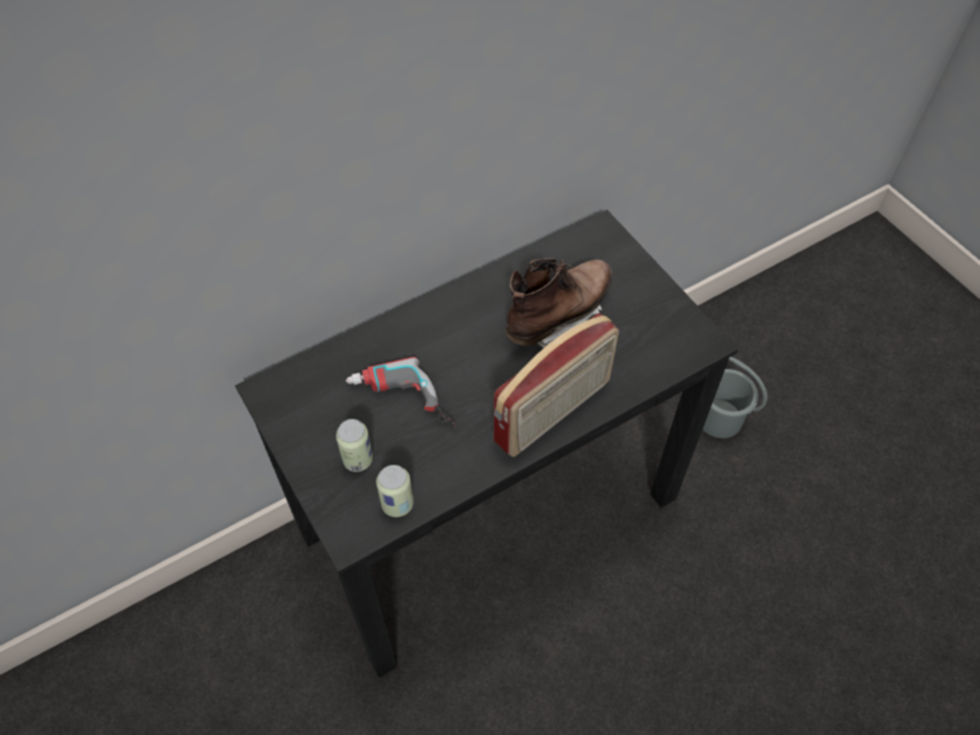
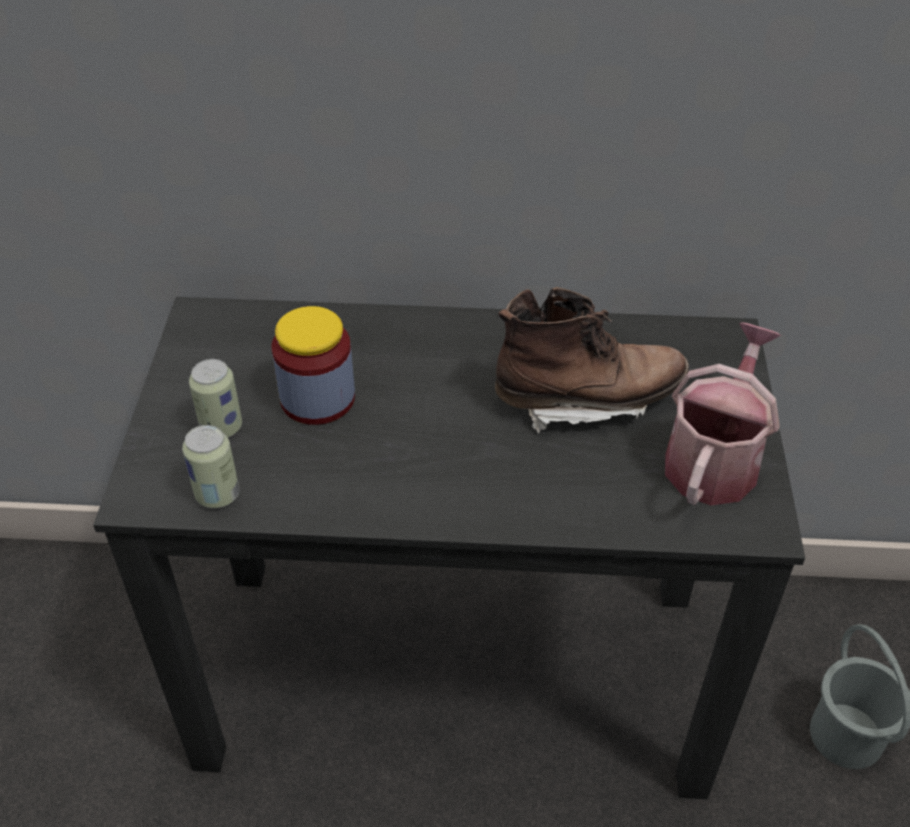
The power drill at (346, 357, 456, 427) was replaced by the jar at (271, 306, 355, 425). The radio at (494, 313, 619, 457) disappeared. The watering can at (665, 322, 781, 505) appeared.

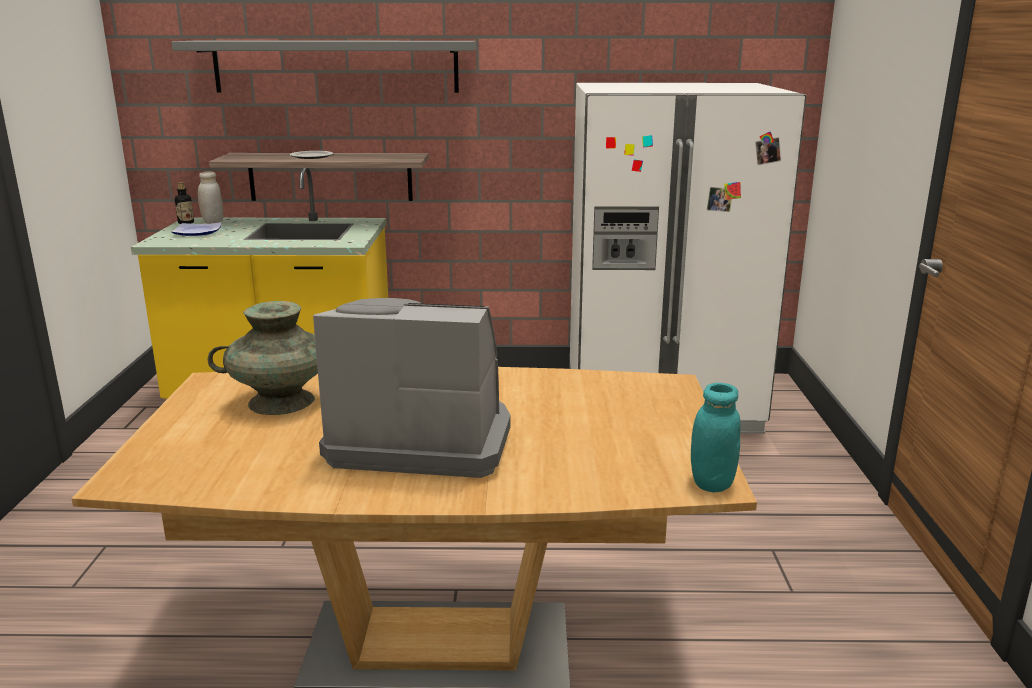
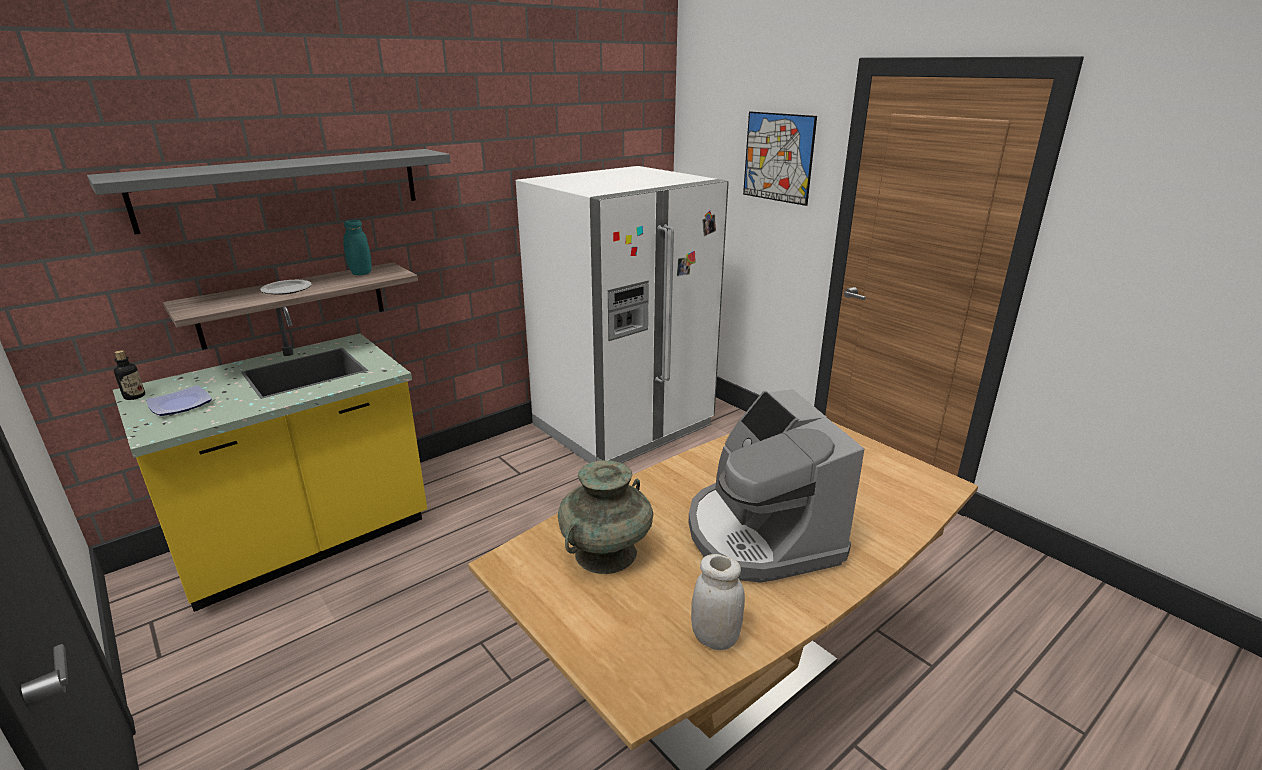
The jar (white) moved from (198, 171, 224, 224) to (691, 554, 745, 650). The coffee machine at (313, 298, 510, 478) turned 75 degrees counterclockwise. The jar (turquoise) moved from (691, 383, 741, 492) to (343, 220, 372, 275). The picture at (743, 112, 817, 206) appeared.

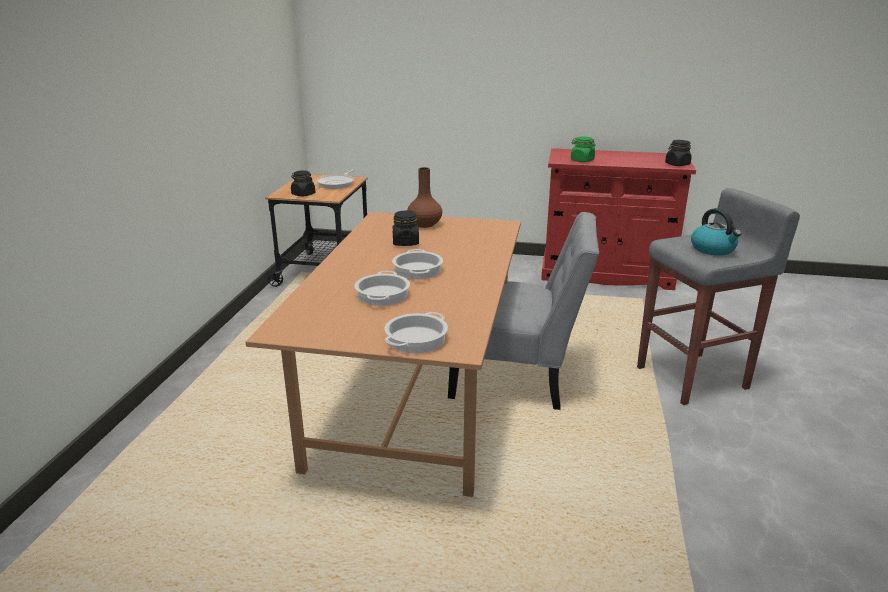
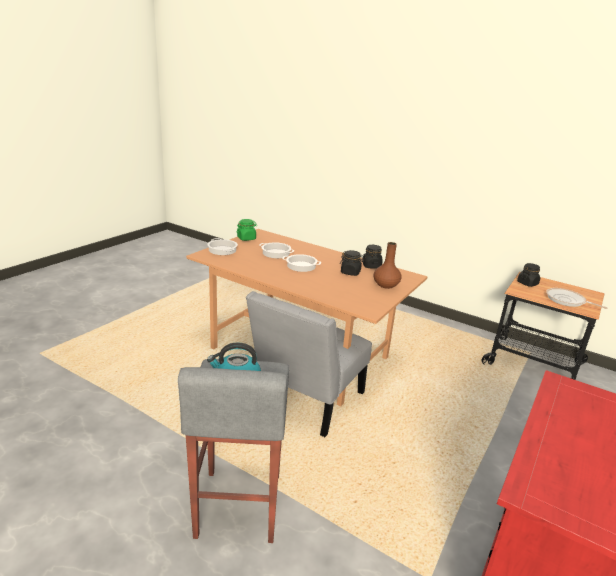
The jar (green) moved from (571, 136, 595, 162) to (237, 219, 257, 241). The jar (black) moved from (665, 140, 692, 166) to (362, 245, 382, 269).

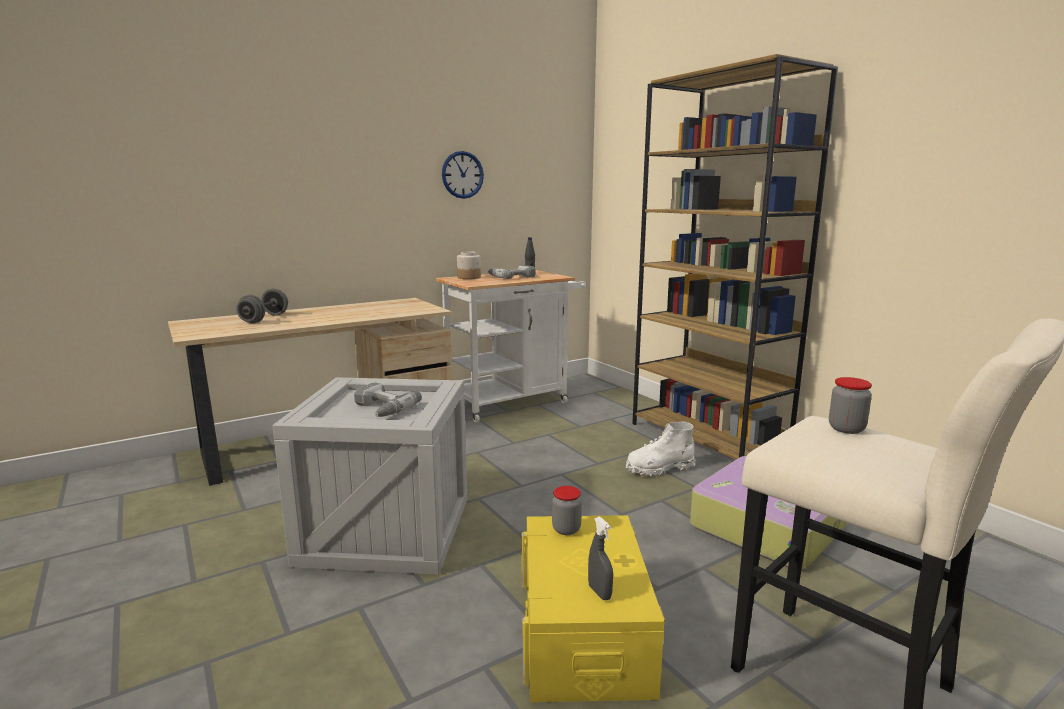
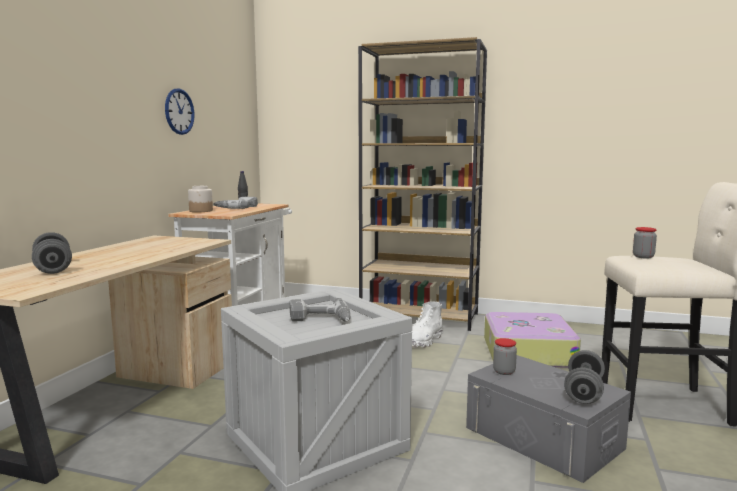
The storage box (yellow) at (521, 515, 666, 702) became the storage box (grey) at (466, 355, 631, 483). The spray bottle (grey) at (588, 517, 613, 600) was replaced by the dumbbell (grey) at (564, 350, 605, 404).

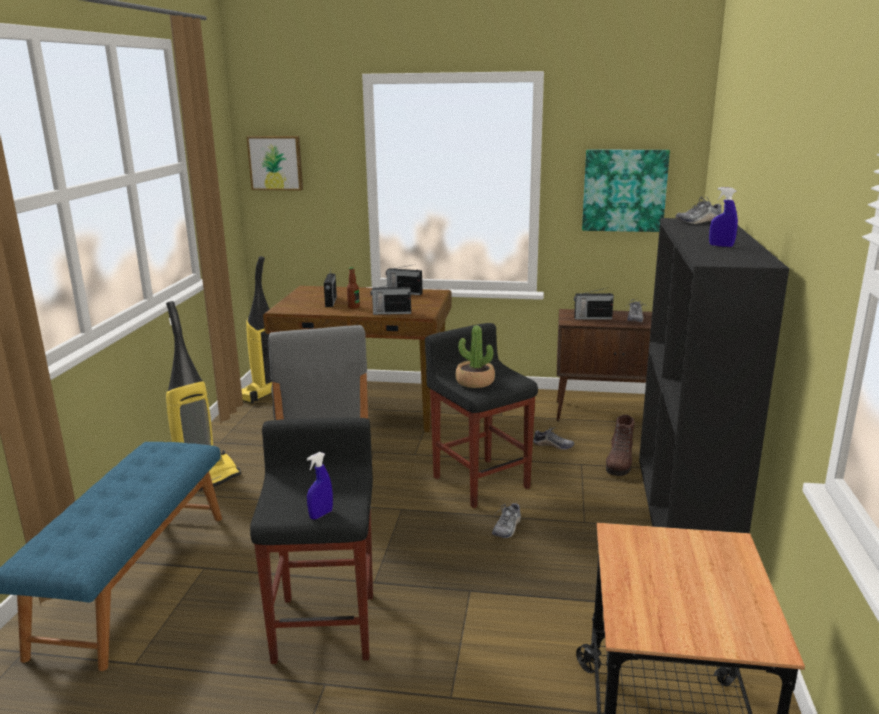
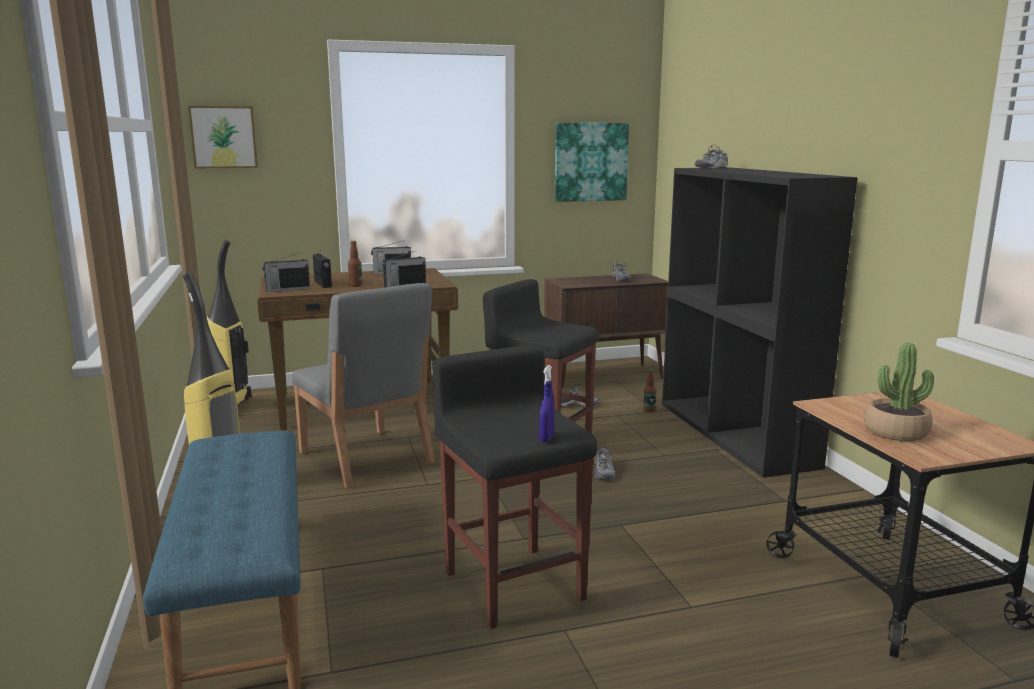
The potted plant moved from (455, 325, 495, 388) to (864, 343, 934, 441). The radio moved from (574, 288, 614, 320) to (262, 253, 310, 292). The boot (brown) at (606, 414, 635, 476) was replaced by the bottle at (643, 369, 657, 412). The spray bottle (blue) at (709, 187, 738, 247) disappeared.

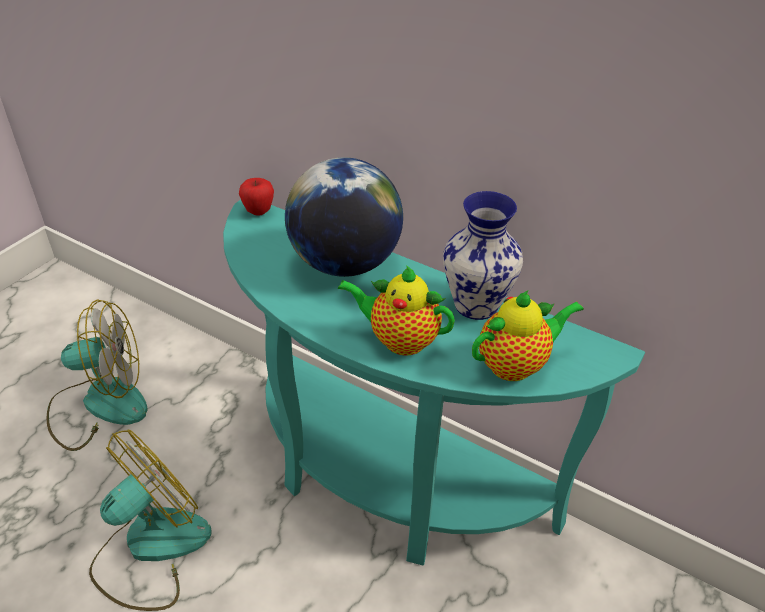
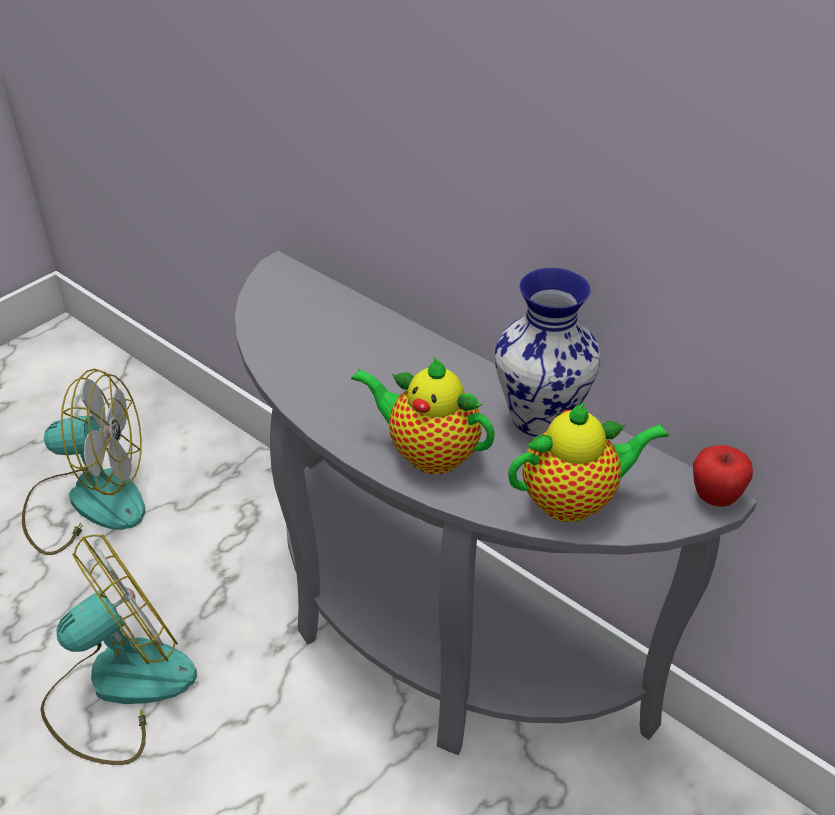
The console table (turquoise) at (223, 200, 645, 566) became the console table (grey) at (234, 251, 757, 755). The apple moved from (239, 178, 274, 216) to (693, 445, 753, 507). The globe at (285, 157, 403, 277) disappeared.

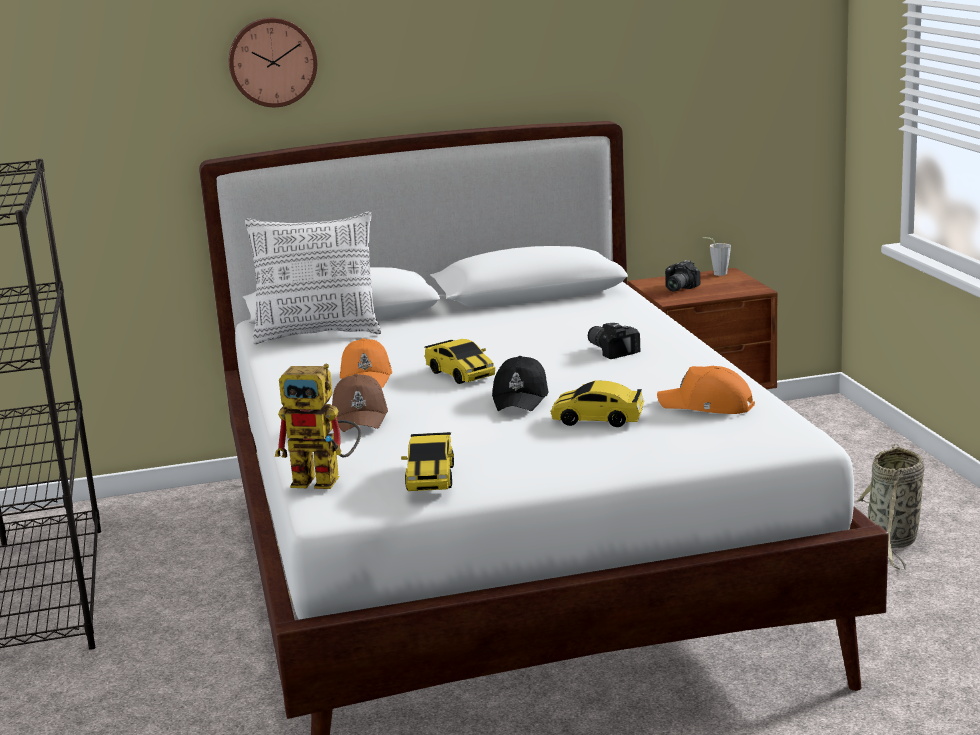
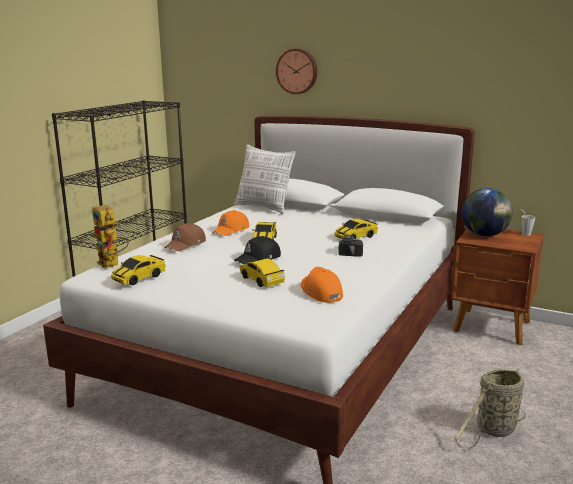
The photo camera at (665, 260, 700, 292) was replaced by the globe at (462, 188, 513, 237). The toy car at (334, 219, 378, 239) appeared.

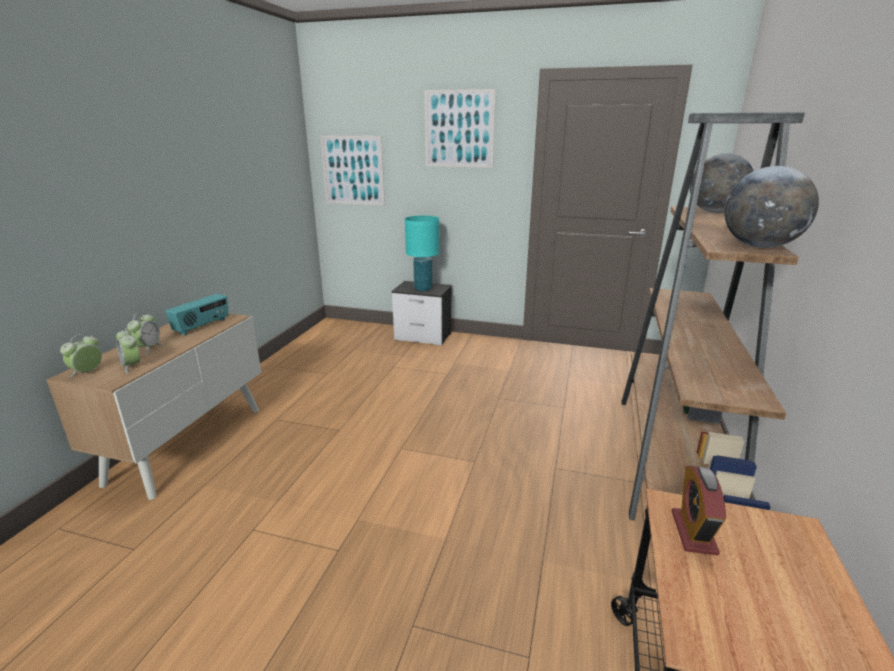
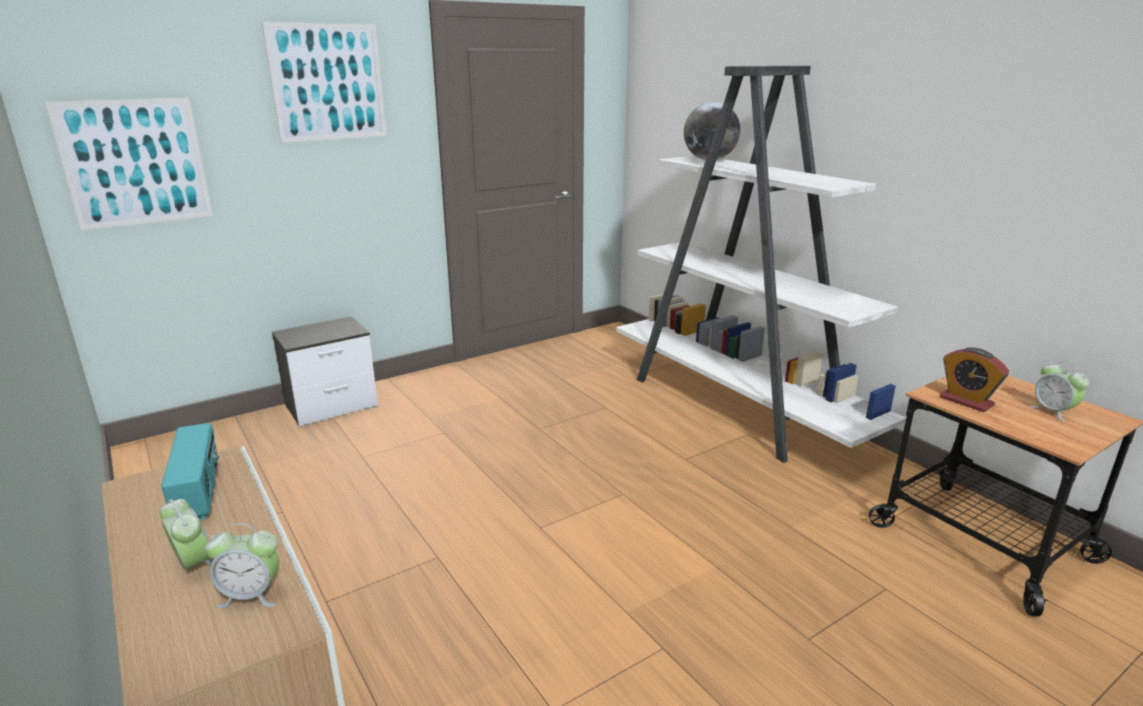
The alarm clock moved from (60, 334, 102, 377) to (1029, 361, 1089, 422). The table lamp (turquoise) at (405, 215, 439, 291) disappeared. The bookcase (brown) at (622, 113, 805, 520) became the bookcase (white) at (616, 66, 906, 463). The globe at (724, 166, 819, 248) disappeared.

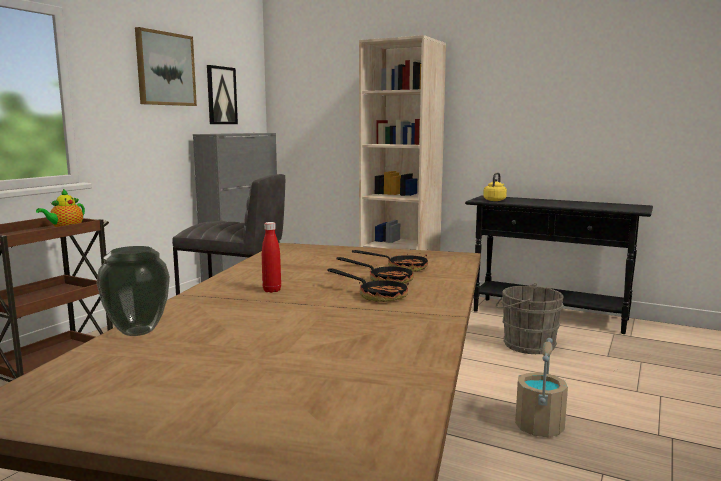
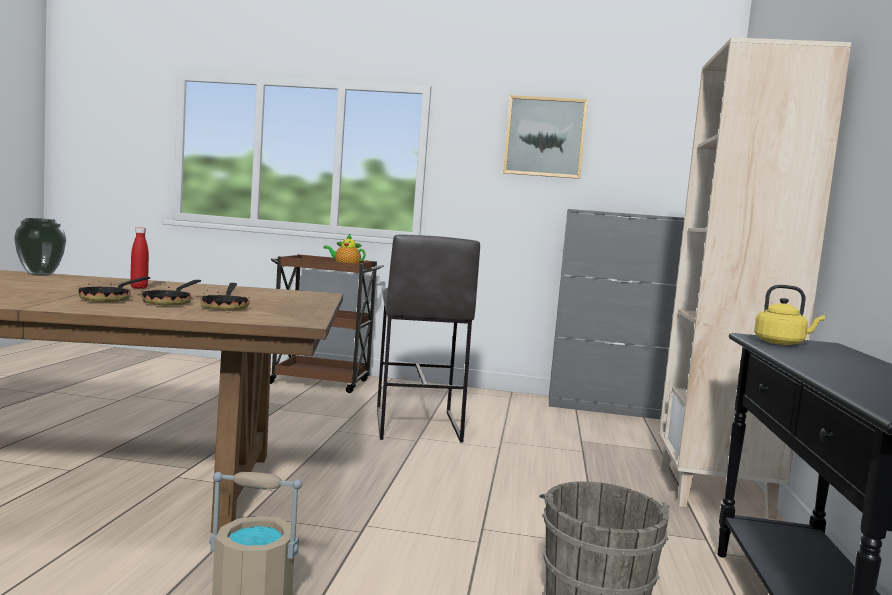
The picture at (207, 65, 238, 124) disappeared.

